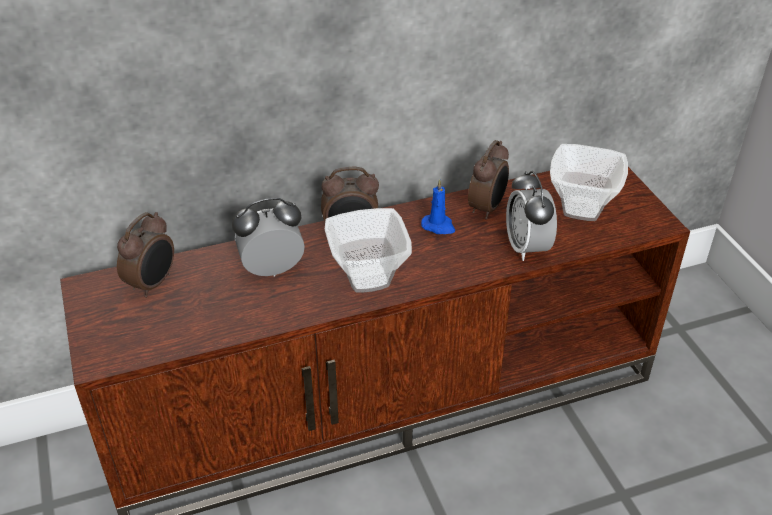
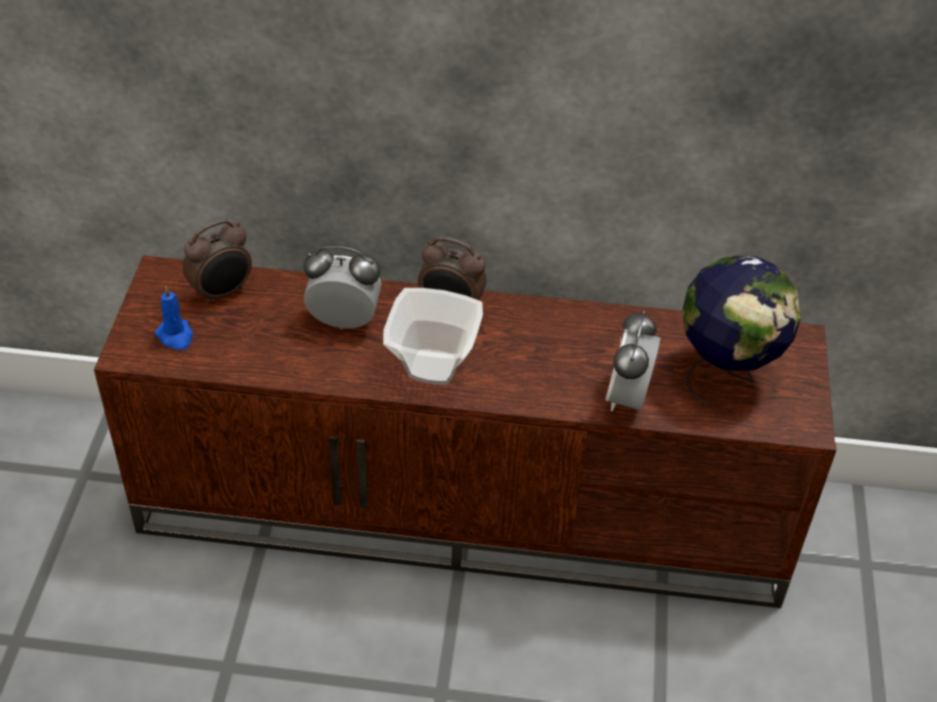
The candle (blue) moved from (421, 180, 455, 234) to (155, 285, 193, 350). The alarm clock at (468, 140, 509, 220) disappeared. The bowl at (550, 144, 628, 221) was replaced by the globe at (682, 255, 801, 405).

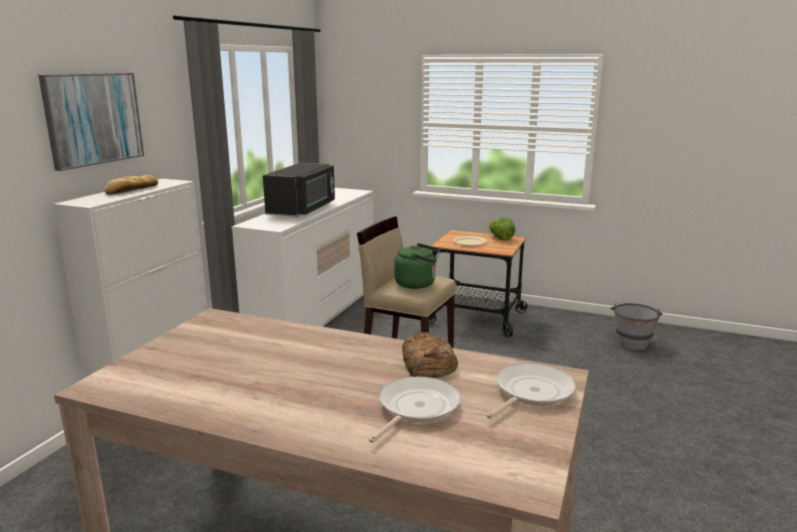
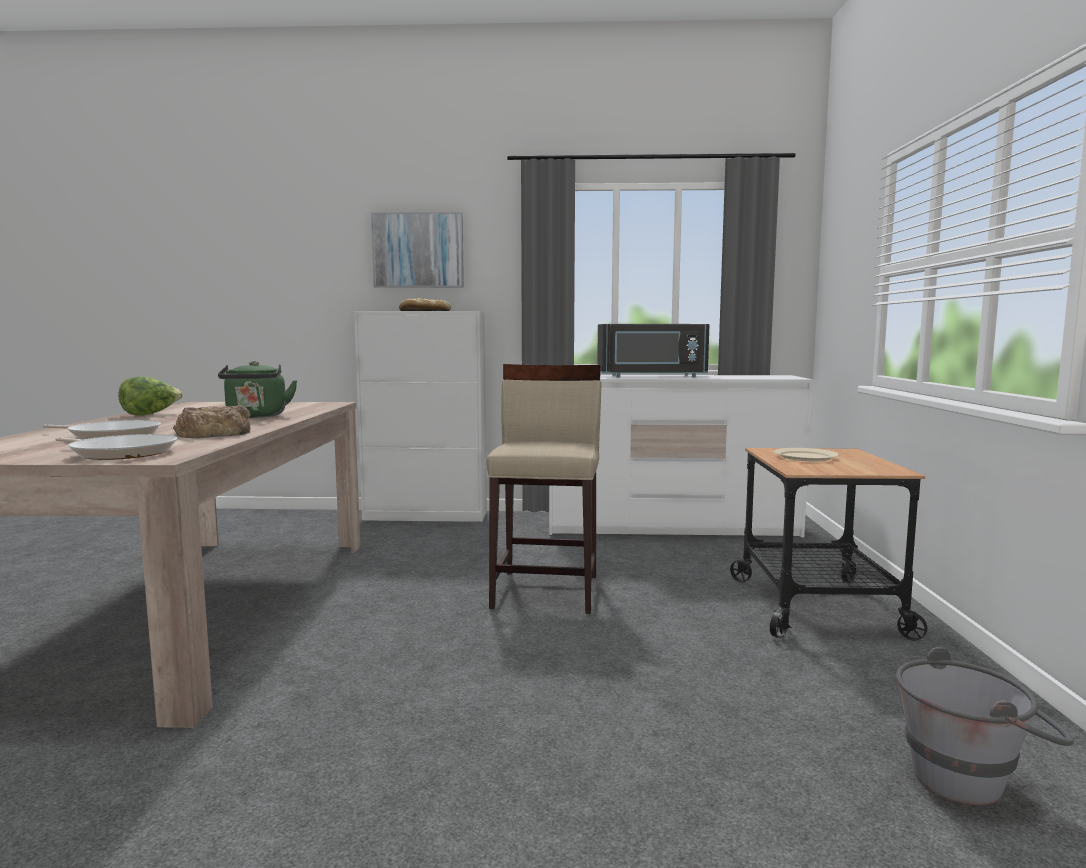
The kettle (green) moved from (394, 243, 440, 289) to (218, 361, 298, 418). The lettuce moved from (489, 218, 515, 240) to (118, 376, 183, 416).

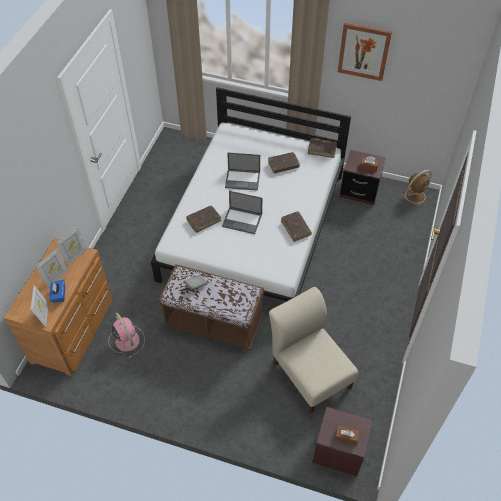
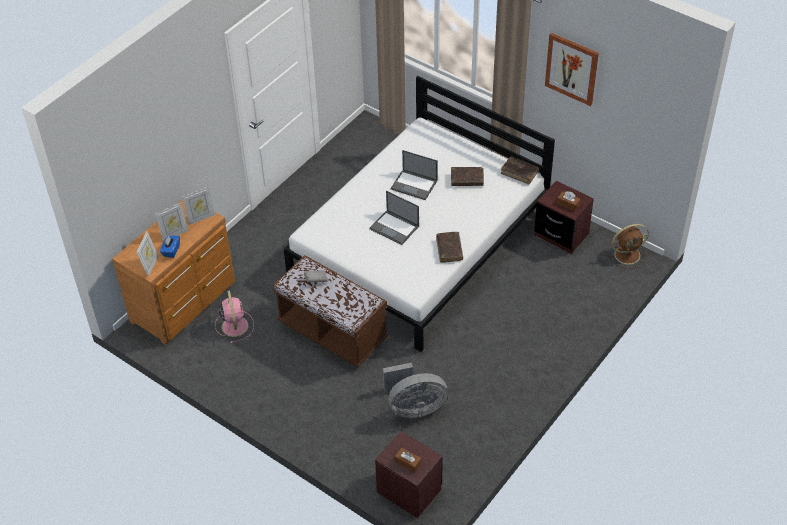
The book (brown) at (186, 205, 221, 233) disappeared. The chair (beige) at (269, 287, 358, 413) was replaced by the fan (grey) at (383, 363, 448, 418).

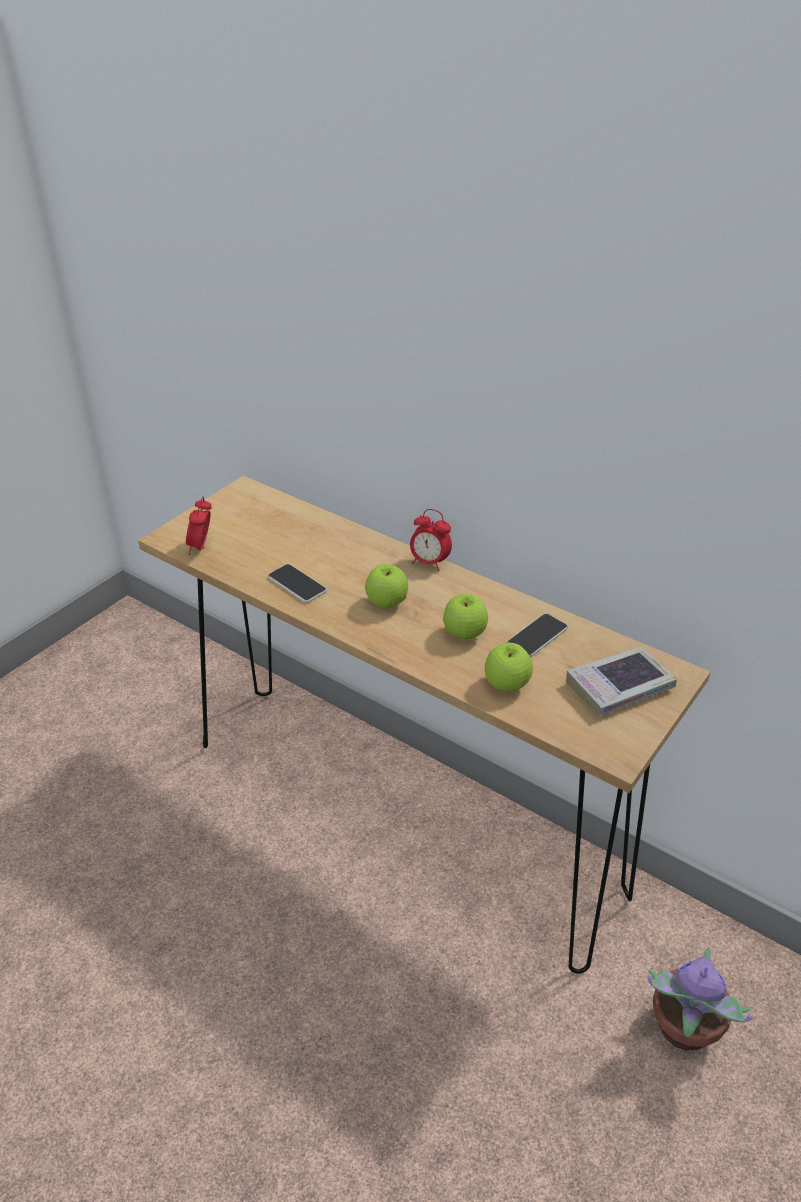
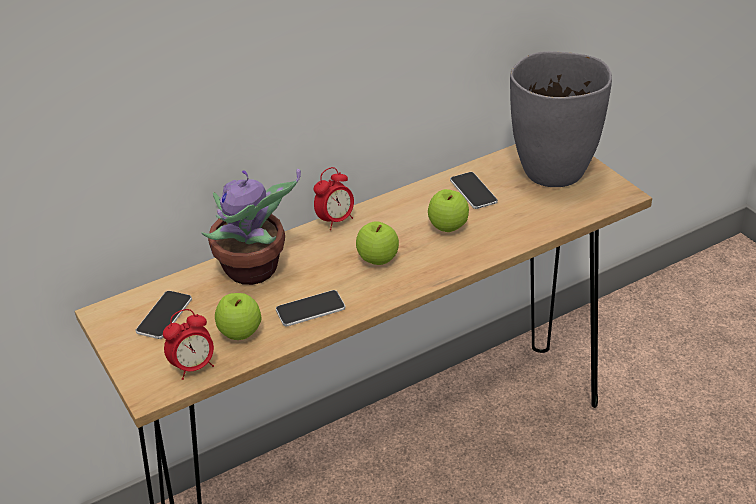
The alarm clock at (186, 496, 212, 555) turned 60 degrees counterclockwise. The apple moved from (485, 642, 533, 691) to (215, 293, 261, 340). The book at (566, 647, 677, 716) was replaced by the vase (grey) at (510, 51, 612, 187). The potted plant moved from (647, 947, 753, 1050) to (201, 169, 301, 285). The phone at (136, 291, 192, 339) appeared.

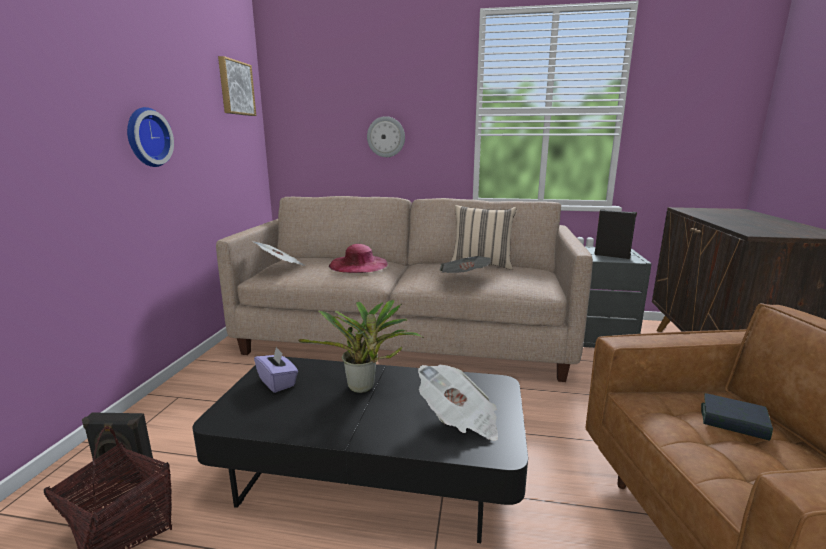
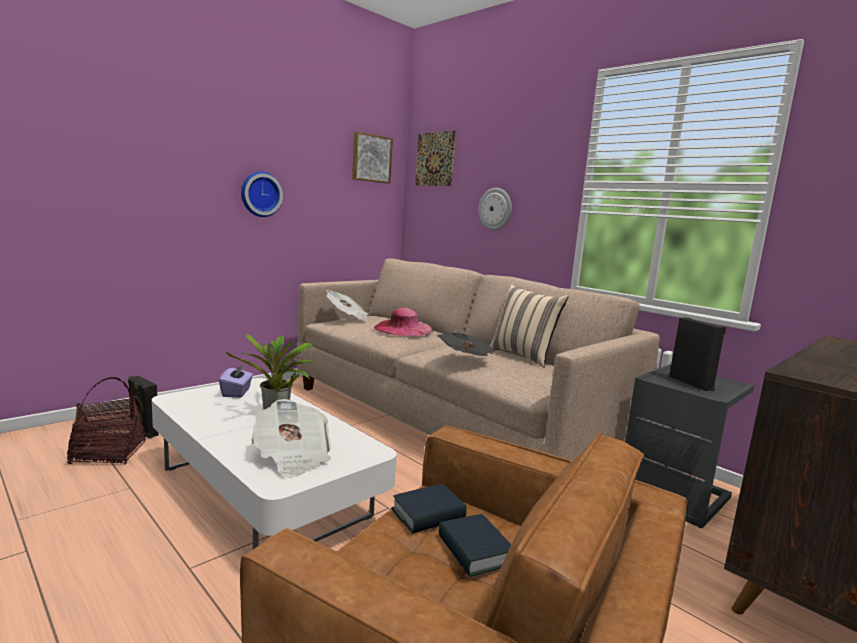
The coffee table (black) at (192, 357, 528, 543) became the coffee table (white) at (152, 378, 397, 549). The book at (391, 484, 467, 534) appeared. The picture at (415, 131, 456, 186) appeared.

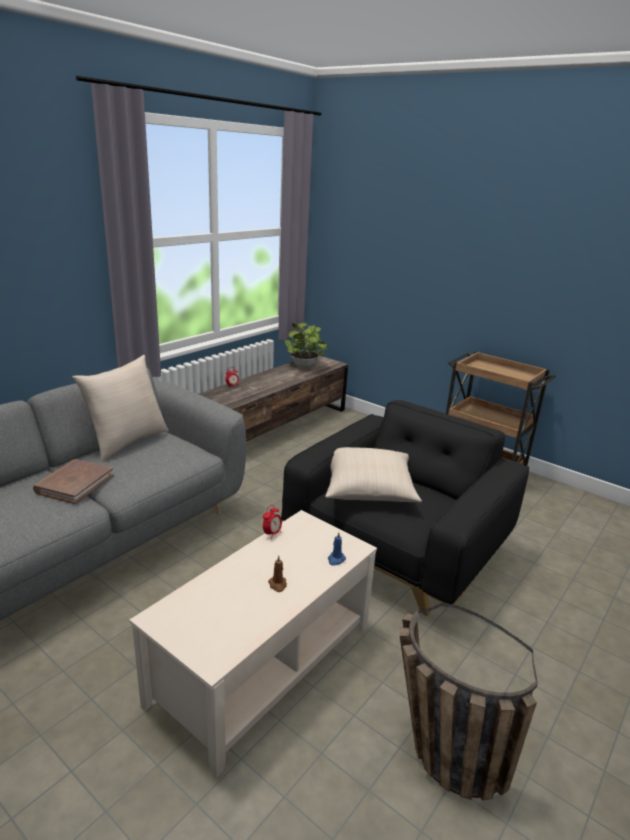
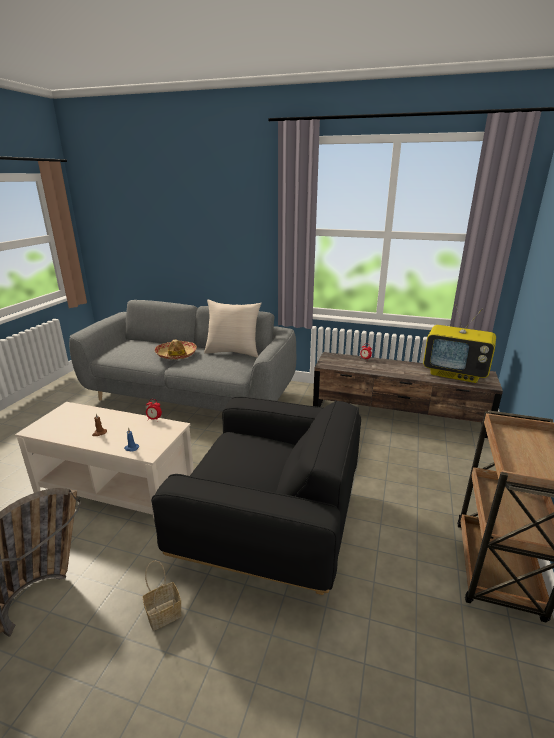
The book (brown) at (33, 459, 114, 504) was replaced by the hat at (155, 340, 197, 359). The potted plant at (284, 323, 328, 367) was replaced by the television at (423, 305, 496, 383). The pillow (beige) at (326, 447, 422, 503) disappeared. The basket at (142, 560, 182, 631) appeared.

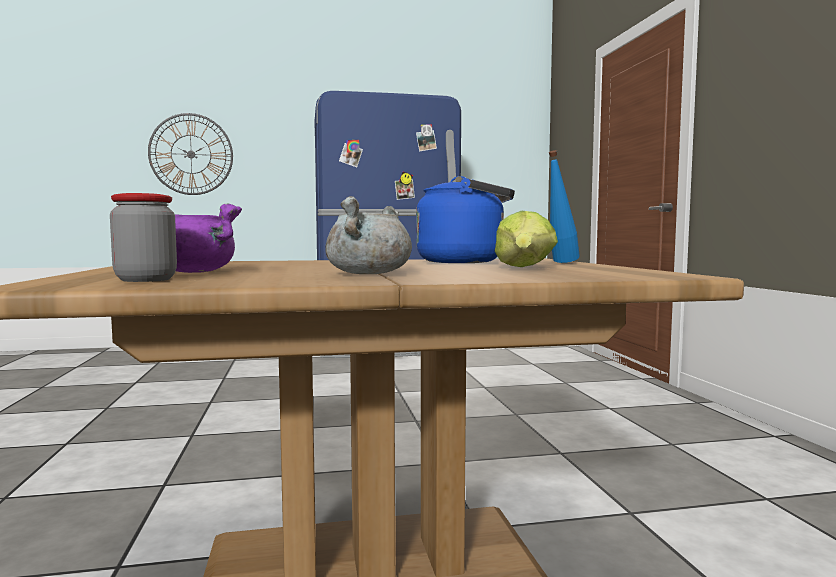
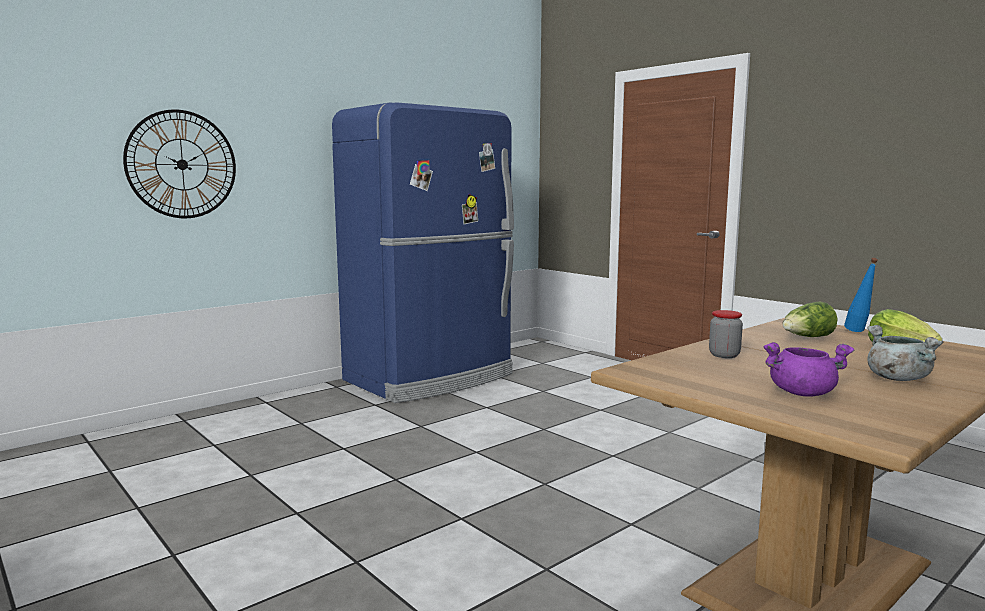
The jar moved from (110, 193, 177, 282) to (709, 310, 743, 358). The kettle (blue) at (416, 176, 515, 263) was replaced by the lettuce at (783, 302, 838, 337).

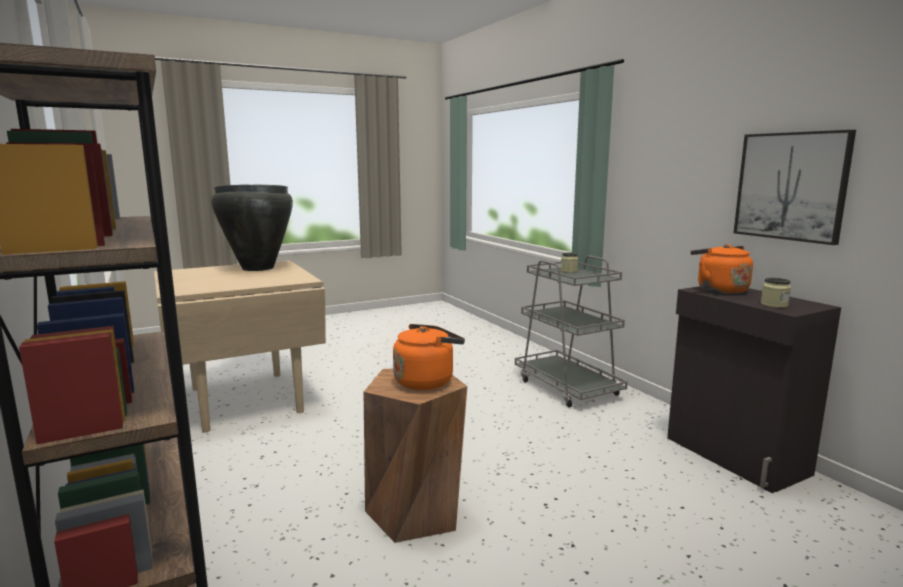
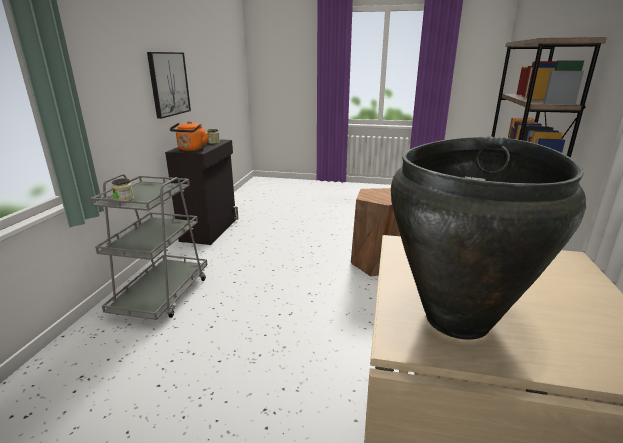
The kettle (orange) at (393, 324, 465, 390) disappeared.

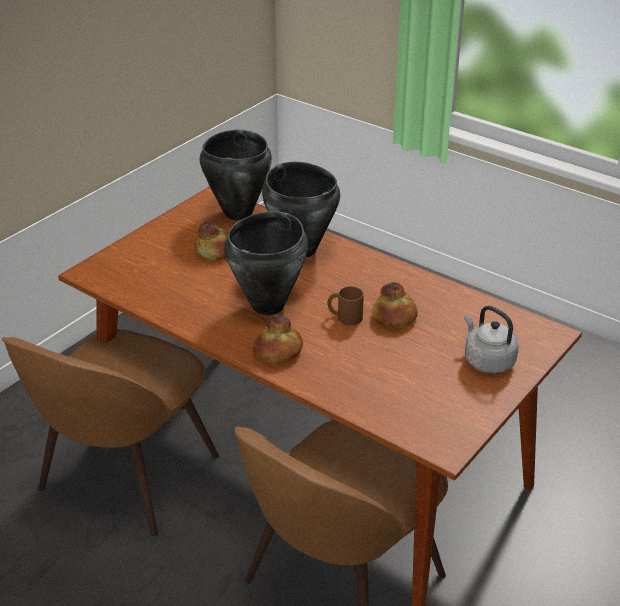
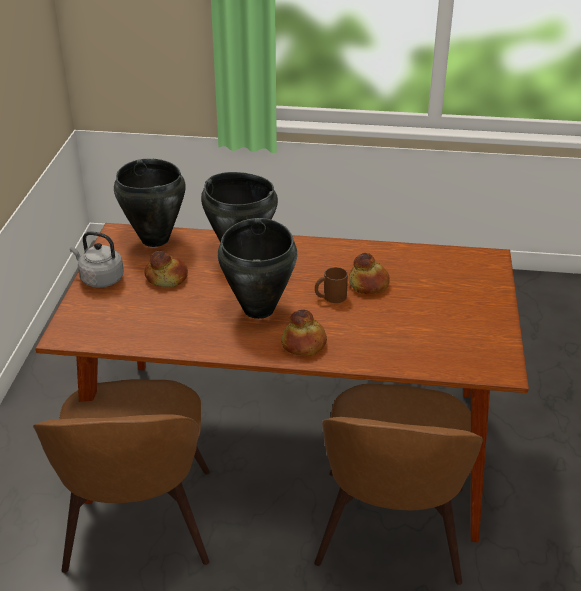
The kettle (grey) moved from (464, 306, 519, 373) to (70, 231, 124, 288).

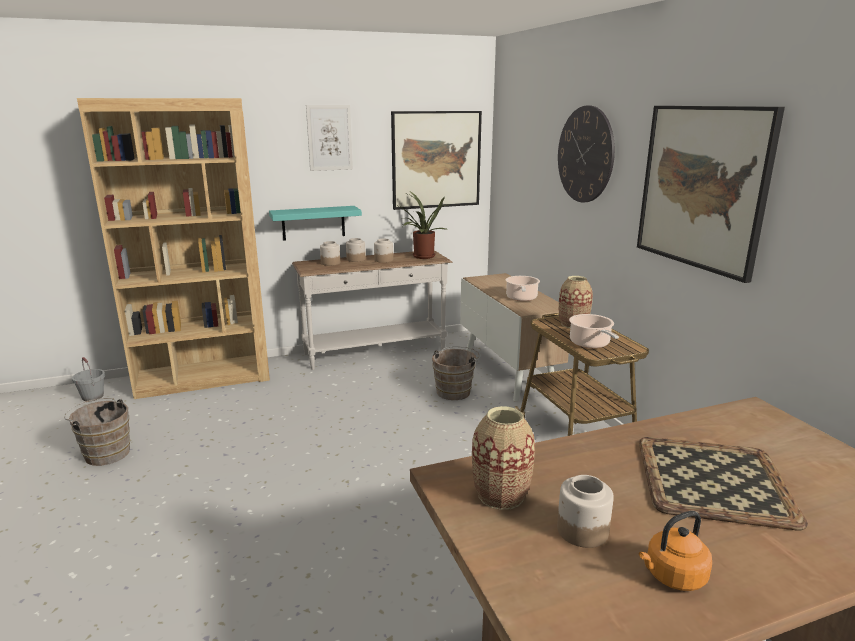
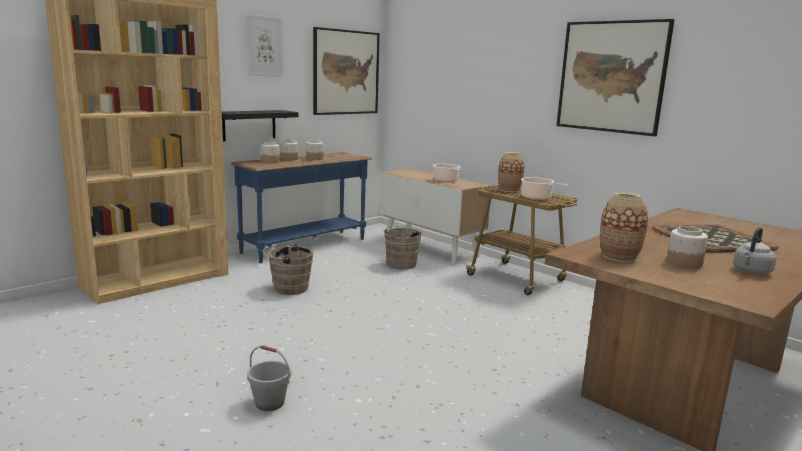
The bucket (brown) moved from (64, 398, 130, 466) to (263, 244, 314, 295). The bucket (grey) moved from (72, 357, 105, 401) to (247, 345, 291, 411). The shelf (turquoise) at (269, 206, 362, 241) became the shelf (black) at (222, 110, 299, 141). The console table (white) at (292, 250, 452, 370) became the console table (blue) at (231, 152, 372, 263). The potted plant at (396, 192, 448, 259) disappeared. The wall clock at (558, 106, 615, 202) disappeared. The kettle (orange) at (639, 511, 712, 591) became the kettle (grey) at (733, 227, 777, 274).

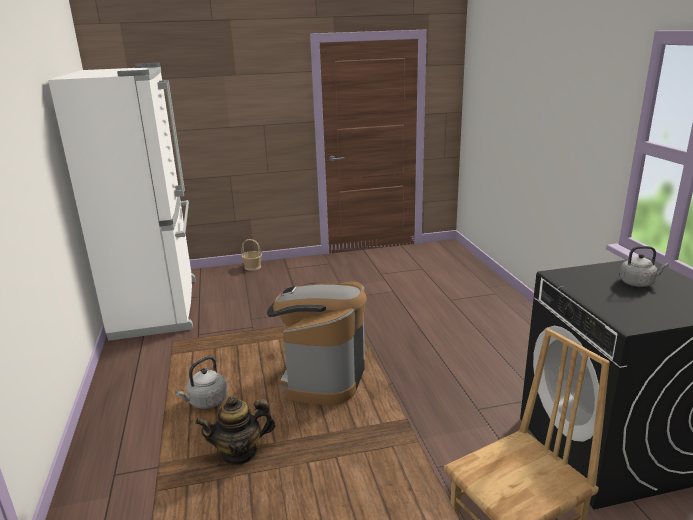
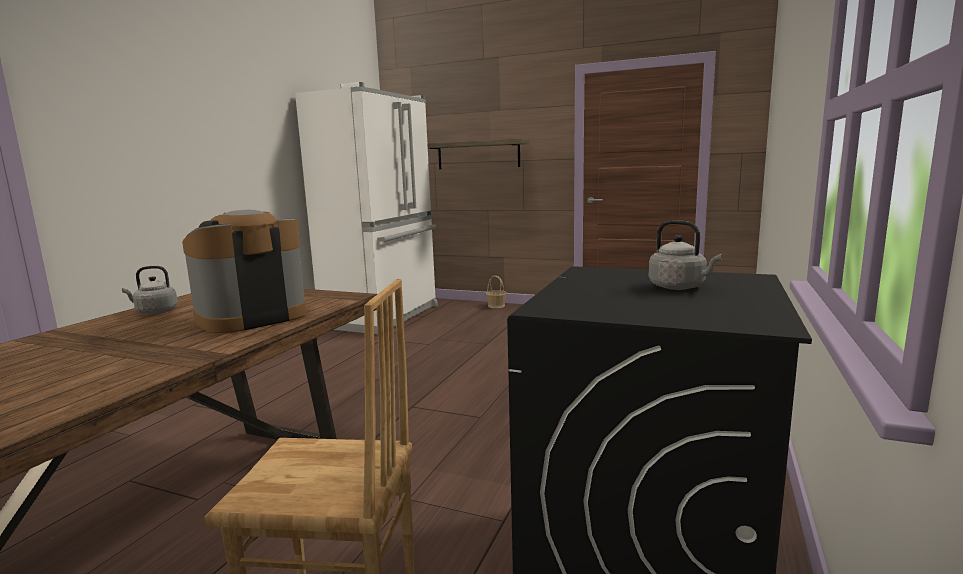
The teapot at (195, 396, 276, 465) disappeared. The shelf at (427, 139, 529, 169) appeared.

